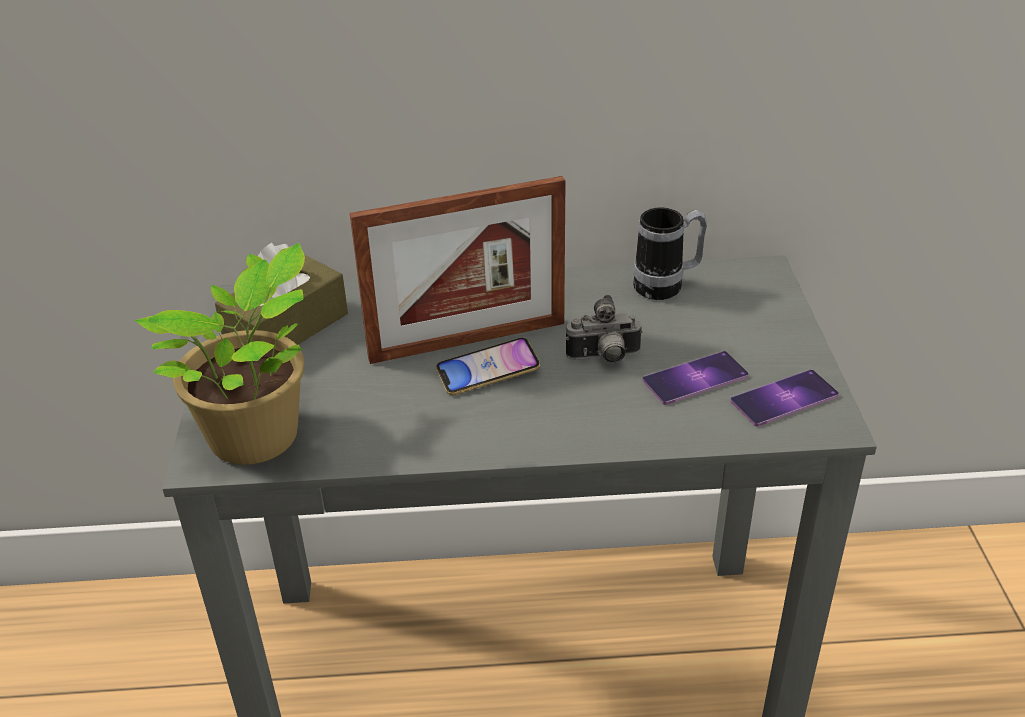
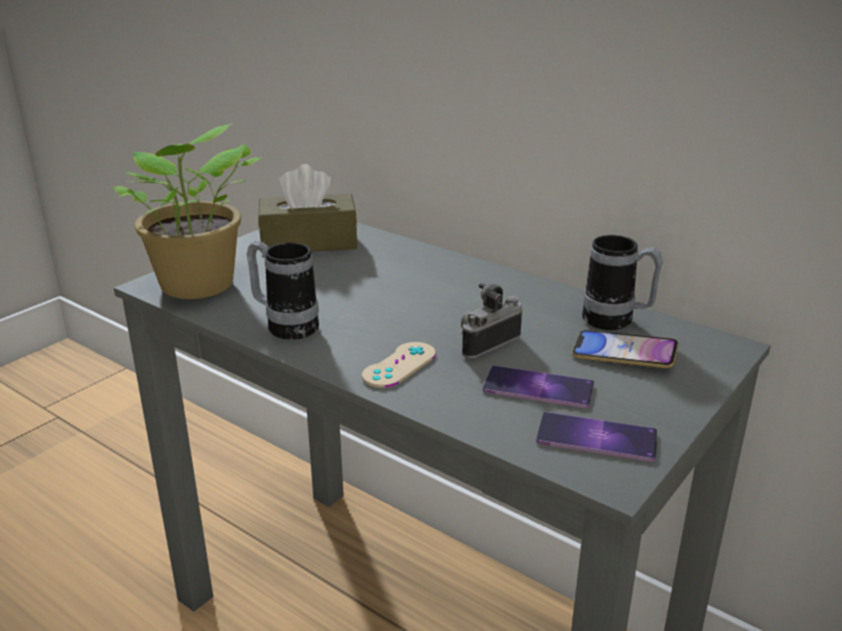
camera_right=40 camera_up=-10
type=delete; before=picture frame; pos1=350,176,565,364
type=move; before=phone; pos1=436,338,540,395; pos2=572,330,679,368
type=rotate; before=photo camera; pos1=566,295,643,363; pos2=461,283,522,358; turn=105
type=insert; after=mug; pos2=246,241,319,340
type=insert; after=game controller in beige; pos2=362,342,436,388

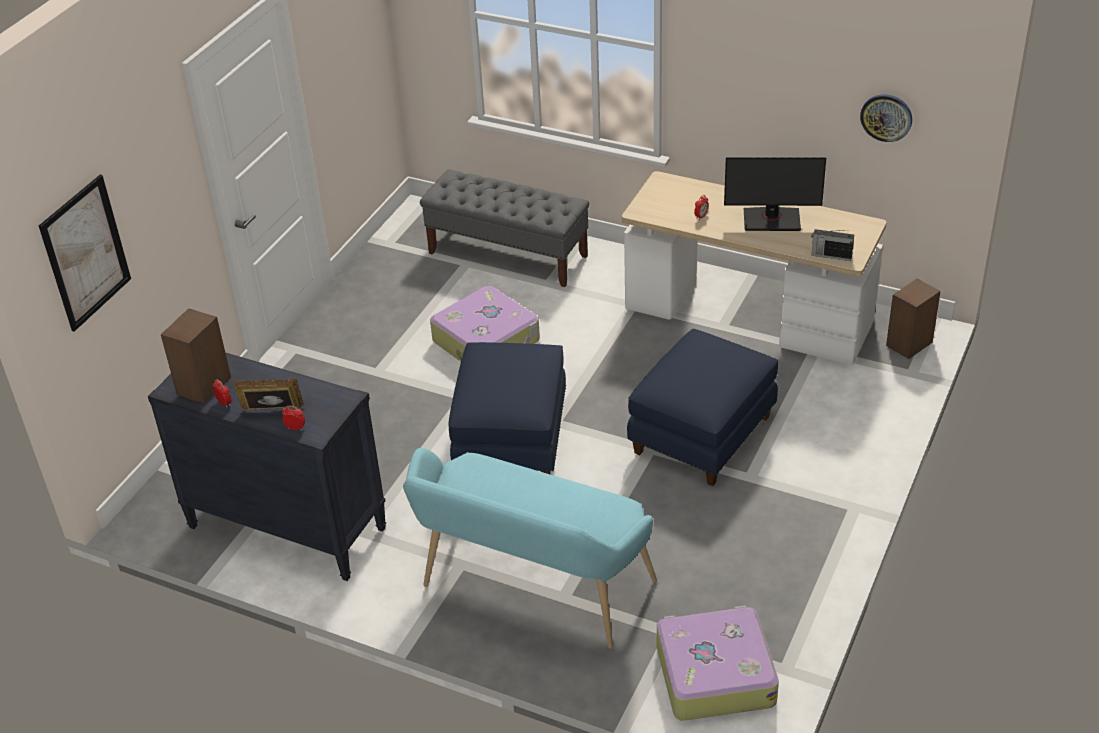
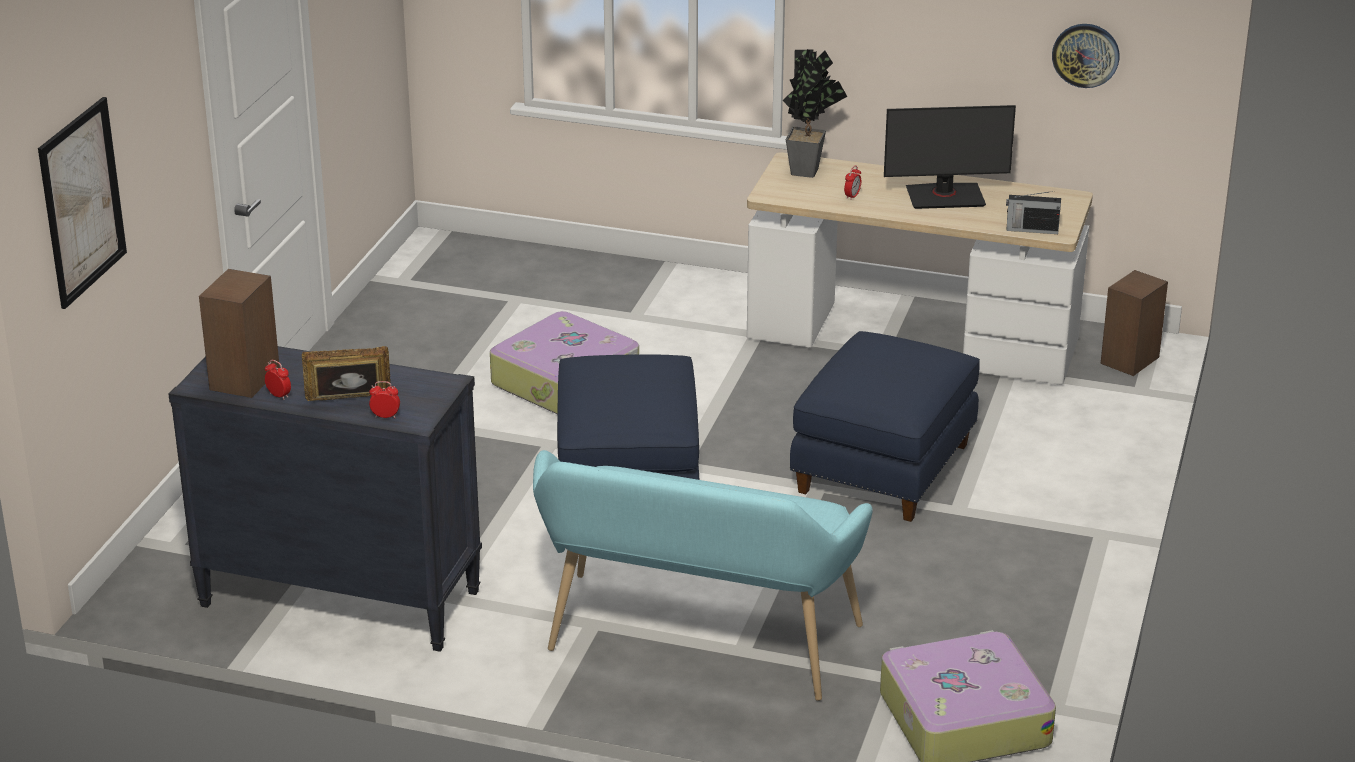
camera_right=-10 camera_up=-10
type=delete; before=bench in grey; pos1=420,169,589,287
type=insert; after=potted plant; pos2=783,49,847,178

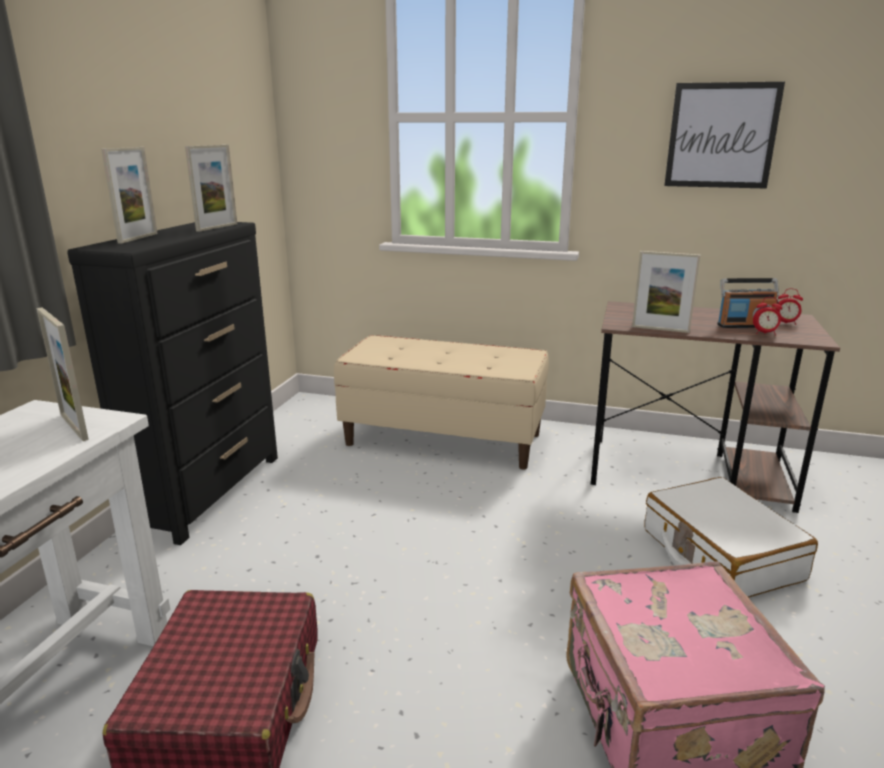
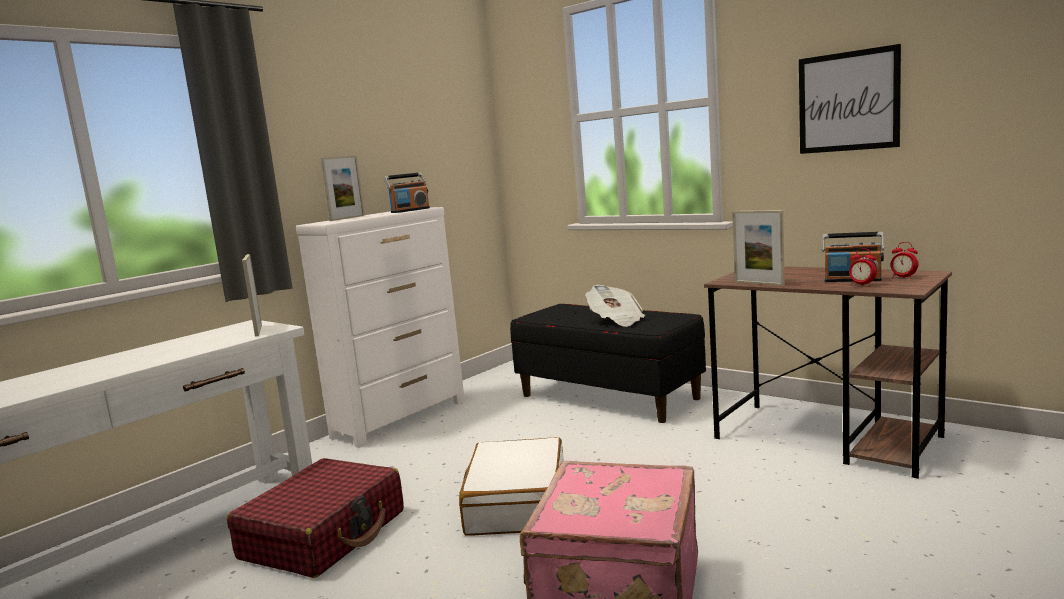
camera_right=25 camera_up=-10
type=recolor; before=dresser in black; after=dresser in white; pos1=67,222,278,545; pos2=296,207,465,448
type=replace; before=picture frame; after=radio; pos1=185,145,237,232; pos2=384,173,430,213
type=recolor; before=bench in beige; after=bench in black; pos1=334,335,549,470; pos2=510,304,706,423
type=move; before=suitcase in white; pos1=645,477,818,598; pos2=459,437,564,536
type=insert; after=newspaper; pos2=585,285,645,327

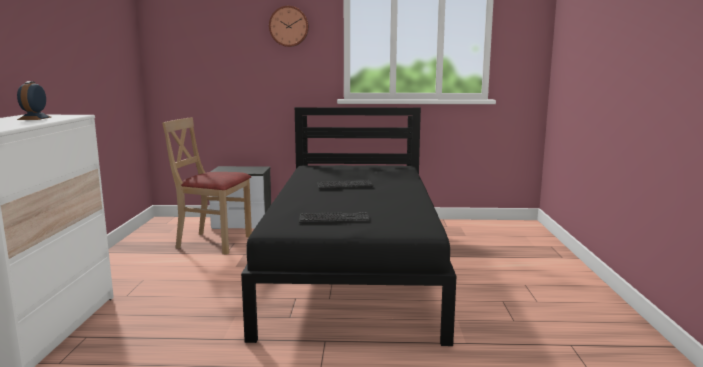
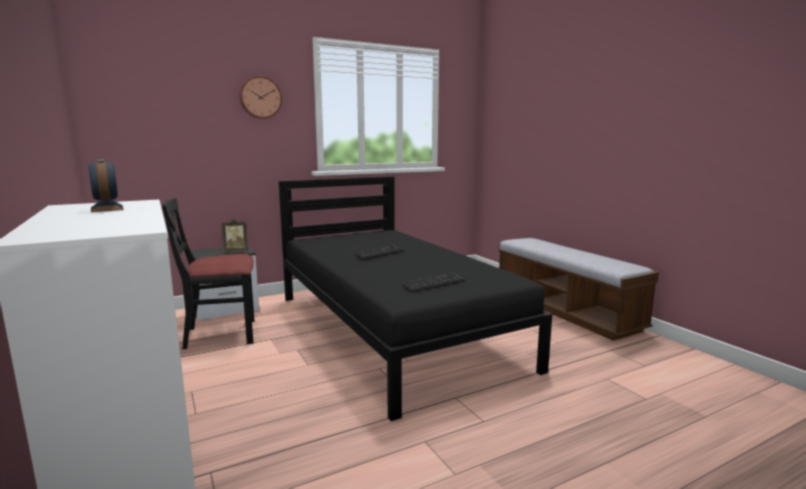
camera_right=-30 camera_up=0
type=recolor; before=chair in beige; after=chair in black; pos1=162,117,252,255; pos2=162,198,254,350
type=insert; after=picture frame; pos2=222,219,248,252
type=insert; after=bench; pos2=499,238,659,341

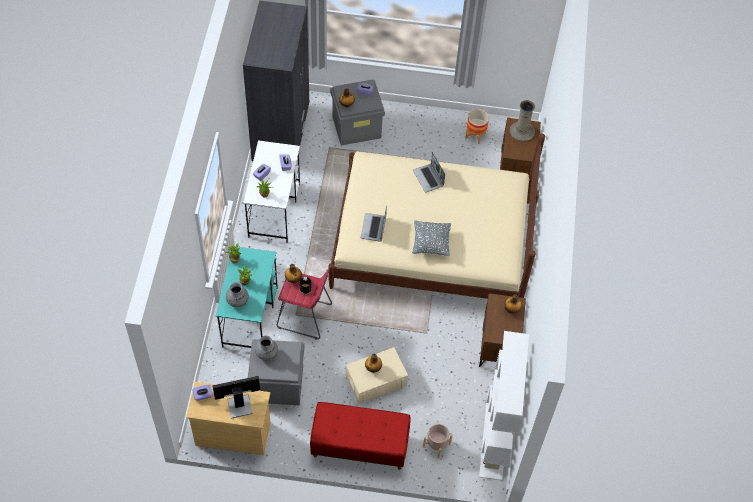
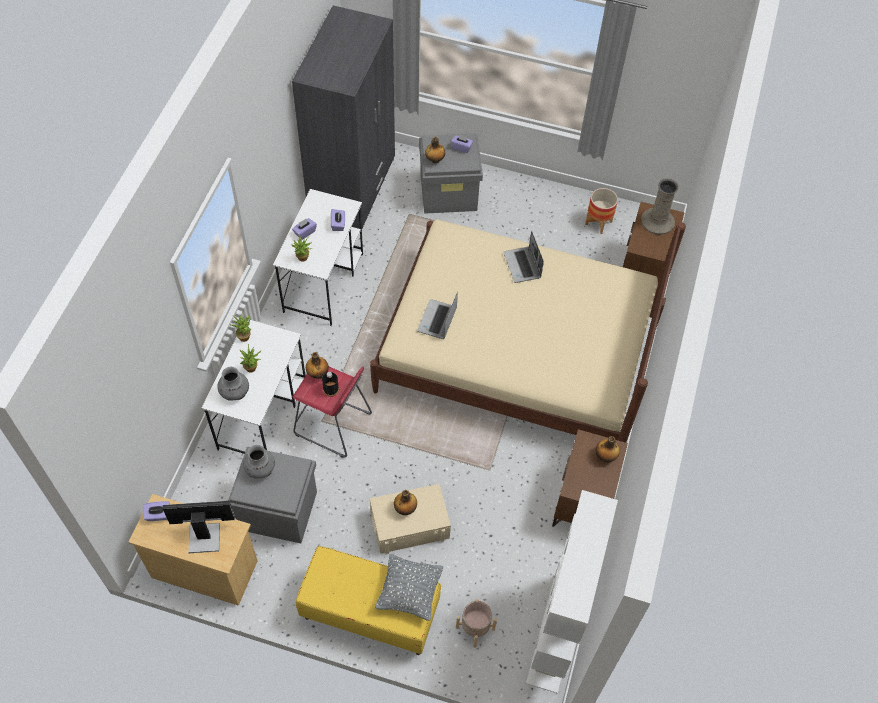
camera_right=10 camera_up=0
type=recolor; before=desk in turquoise; after=desk in white; pos1=216,247,278,348; pos2=201,320,306,454
type=recolor; before=bench in red; after=bench in yellow; pos1=310,402,411,470; pos2=296,546,441,655
type=move; before=pillow in grey; pos1=412,221,451,256; pos2=375,554,443,621

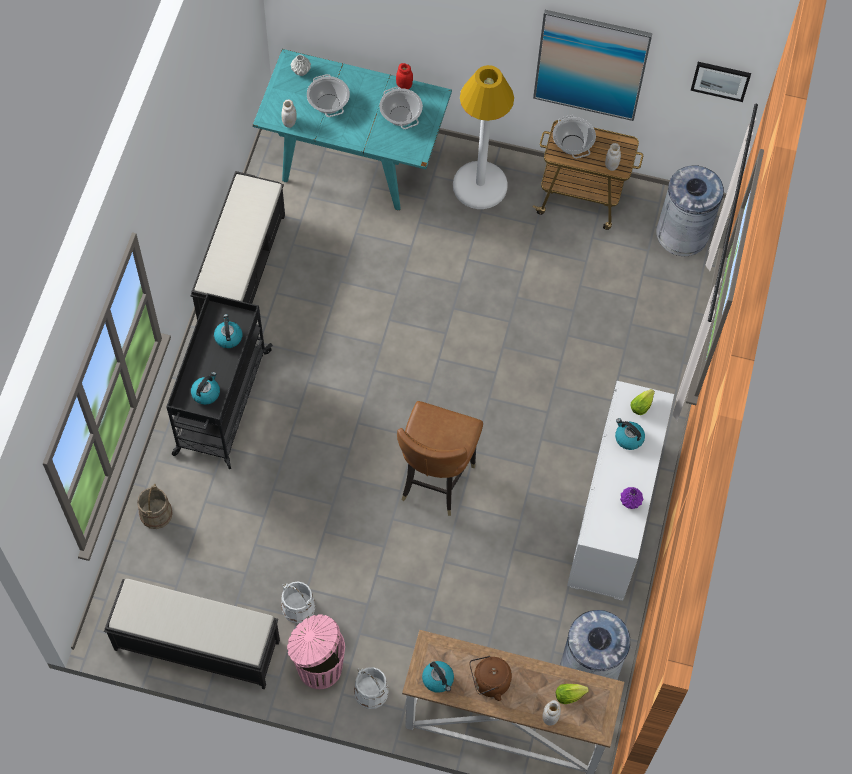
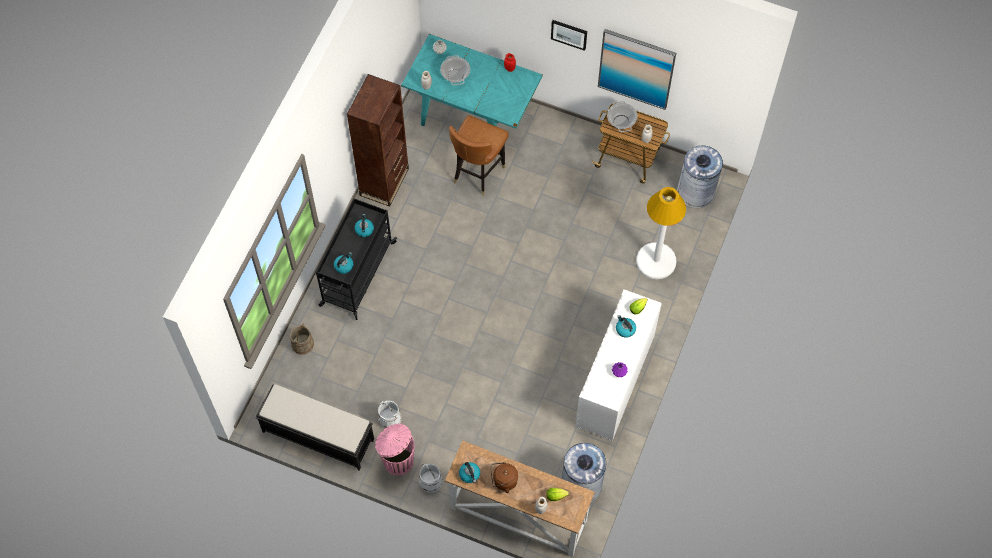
camera_right=10 camera_up=0
type=replace; before=bench in black; after=bookcase in brown; pos1=190,171,285,320; pos2=347,74,409,207
type=delete; before=cooking pot; pos1=379,86,423,129
type=move; before=chair in brown; pos1=397,401,483,516; pos2=449,115,509,196
type=move; before=floor lamp in white; pos1=453,65,514,209; pos2=636,187,686,279
type=move; before=picture; pos1=690,62,751,102; pos2=551,20,587,51

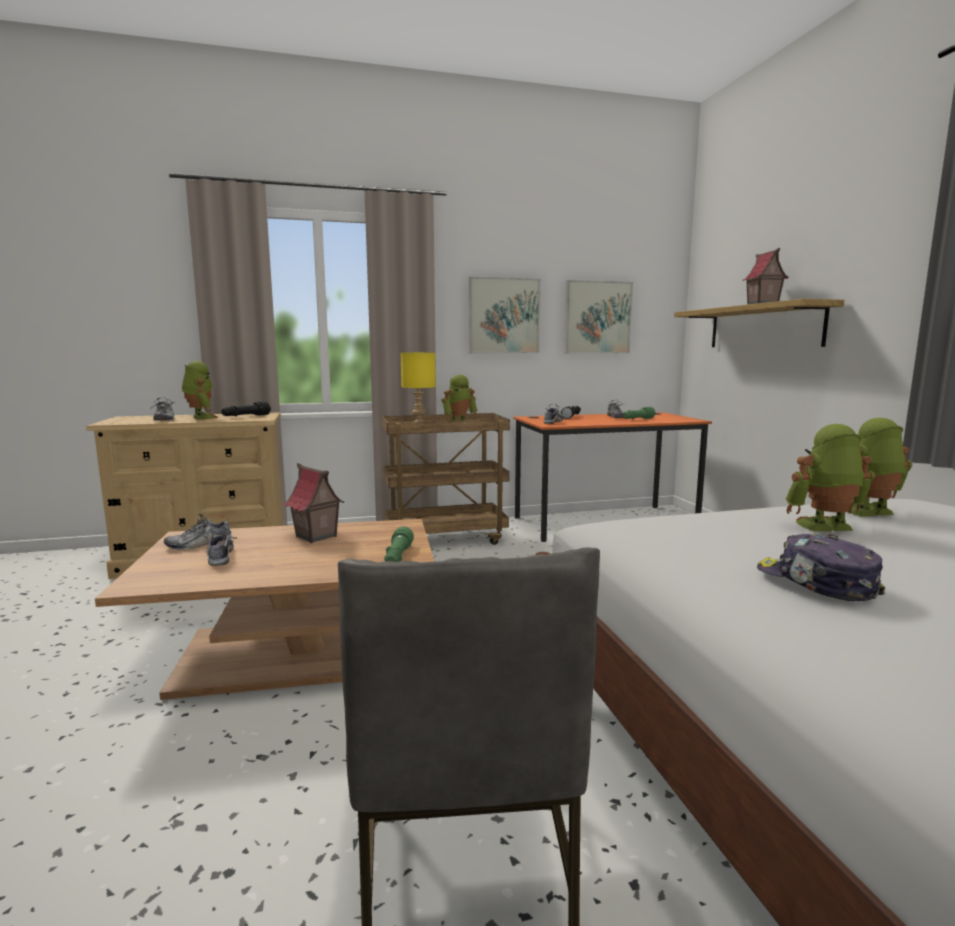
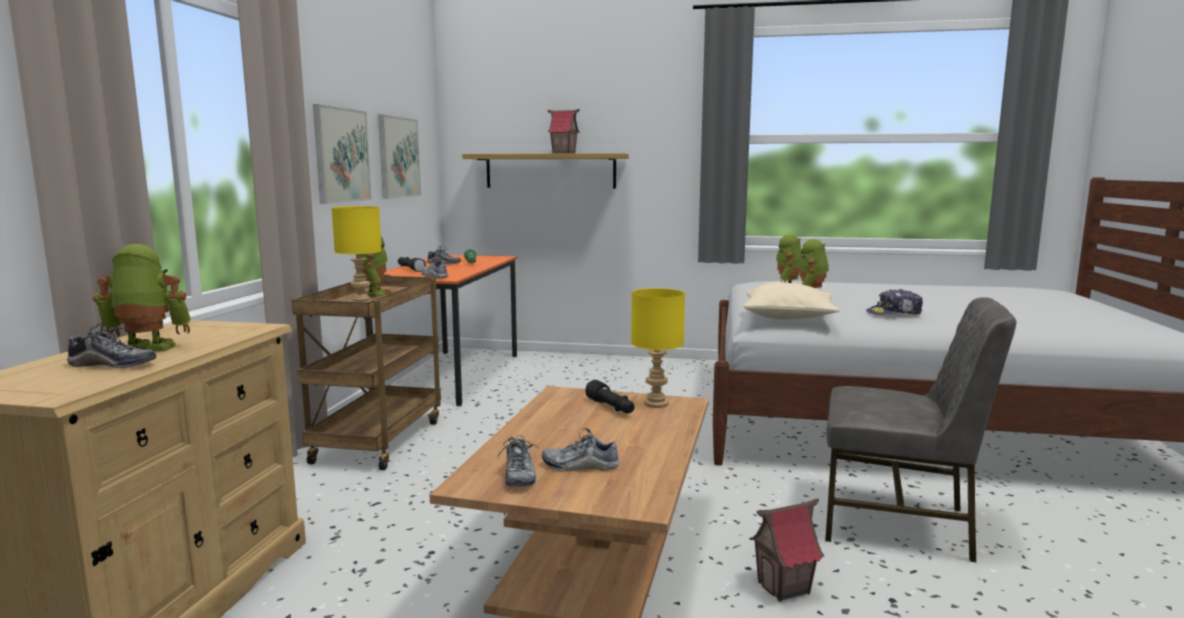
camera_right=-65 camera_up=0
type=move; before=flashlight in black; pos1=221,401,271,416; pos2=585,380,635,414
type=move; before=toy house; pos1=284,463,344,543; pos2=749,499,824,602
type=replace; before=flashlight in green; after=table lamp in yellow; pos1=384,526,414,562; pos2=631,288,685,408
type=insert; after=pillow in beige; pos2=743,282,840,320

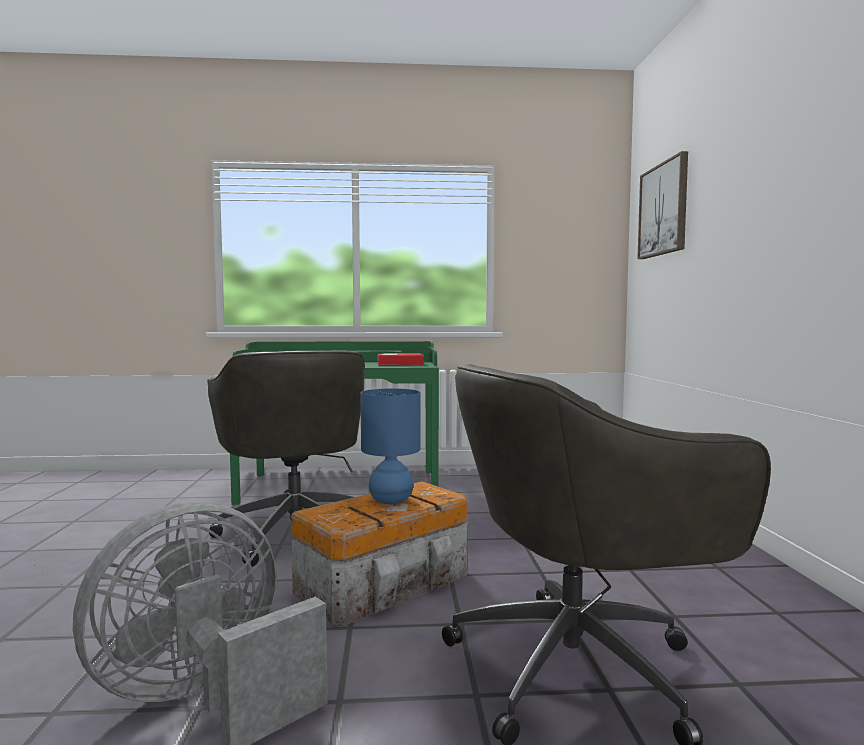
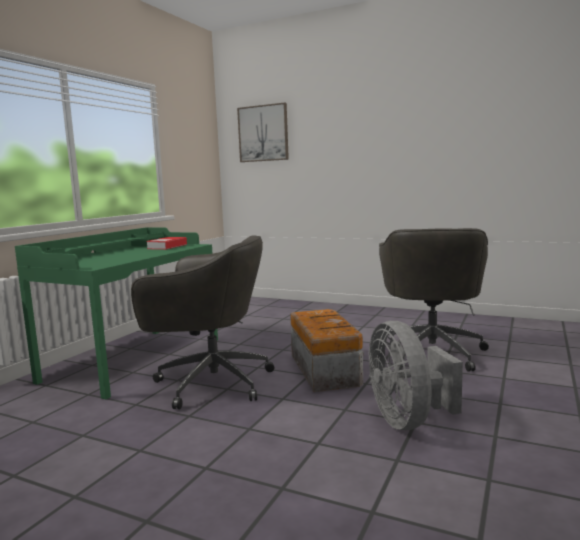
camera_right=-60 camera_up=5
type=delete; before=table lamp in blue; pos1=360,388,421,504

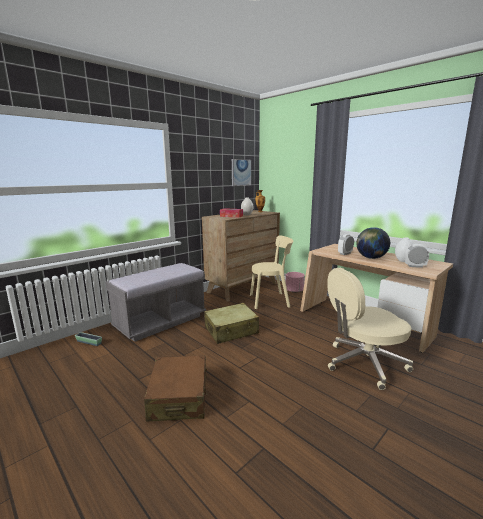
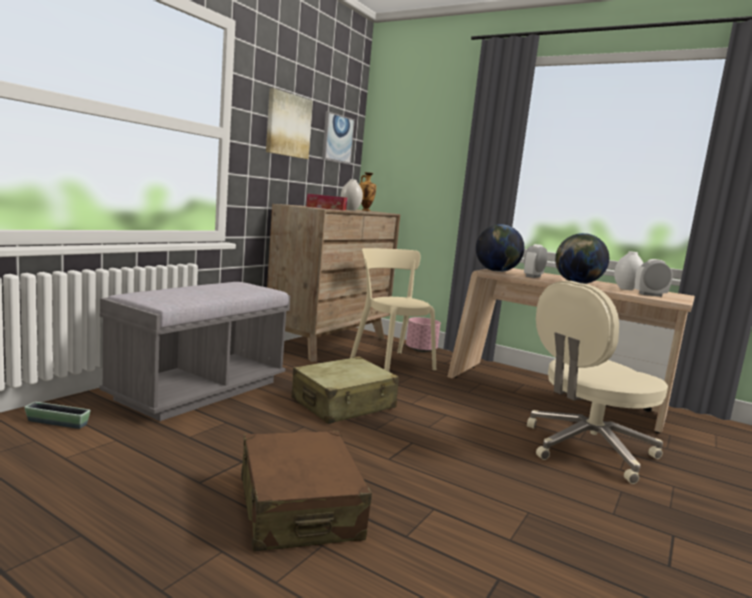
camera_right=-15 camera_up=-5
type=rotate; before=chair in beige; pos1=250,235,294,309; pos2=350,248,436,372; turn=-105
type=insert; after=picture; pos2=266,88,313,159
type=insert; after=globe; pos2=476,224,524,272

